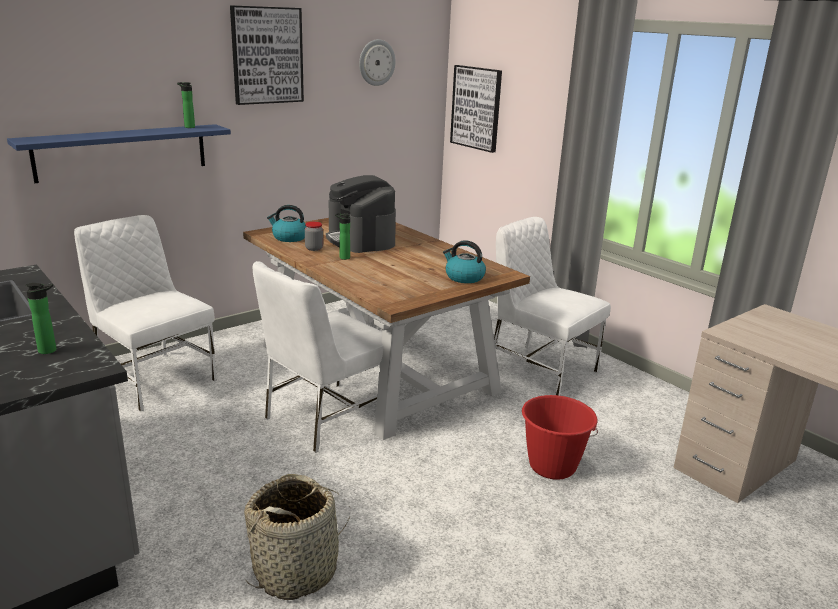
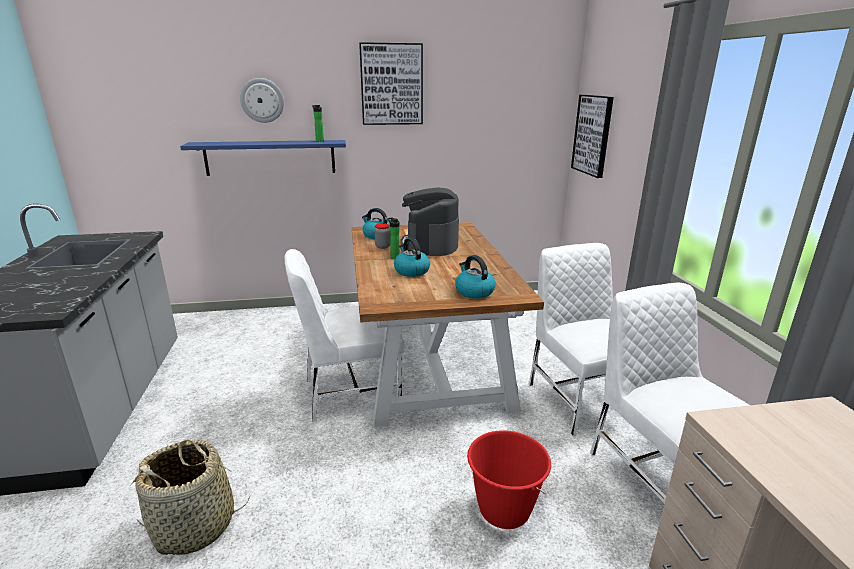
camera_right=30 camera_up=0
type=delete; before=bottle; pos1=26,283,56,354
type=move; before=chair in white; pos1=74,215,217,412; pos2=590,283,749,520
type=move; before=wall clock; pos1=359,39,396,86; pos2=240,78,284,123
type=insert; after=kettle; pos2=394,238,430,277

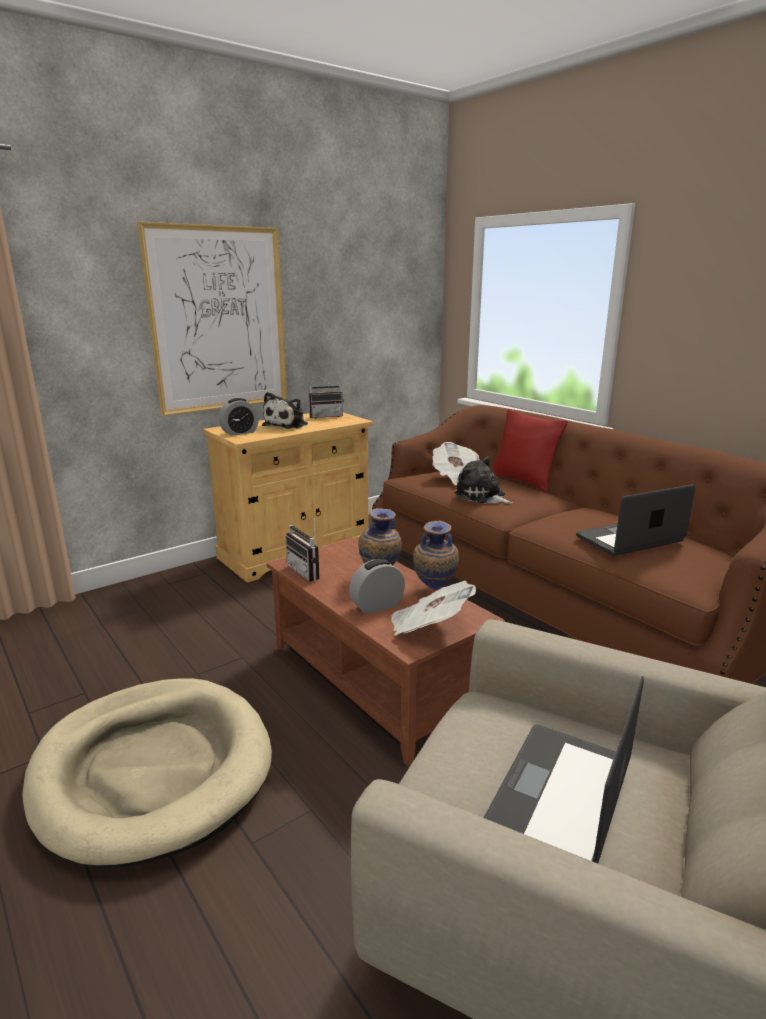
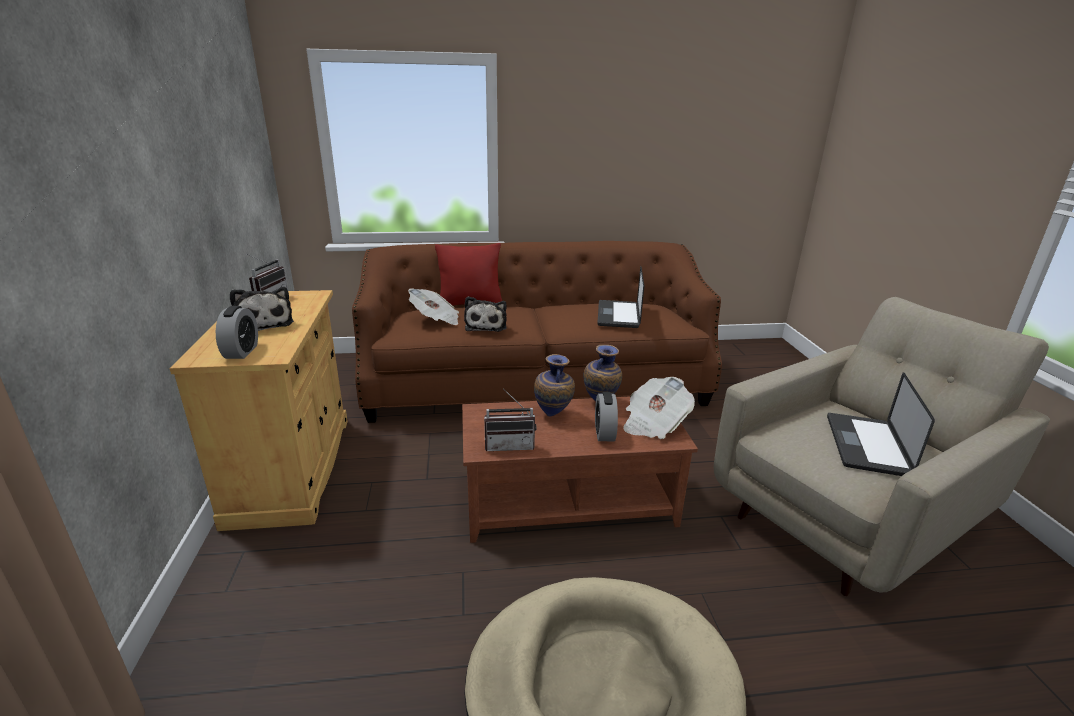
camera_right=-60 camera_up=5
type=delete; before=picture; pos1=137,222,287,416
type=rotate; before=plush toy; pos1=455,456,513,504; pos2=464,296,507,332; turn=-75
type=rotate; before=laptop; pos1=483,676,644,863; pos2=827,372,935,476; turn=45

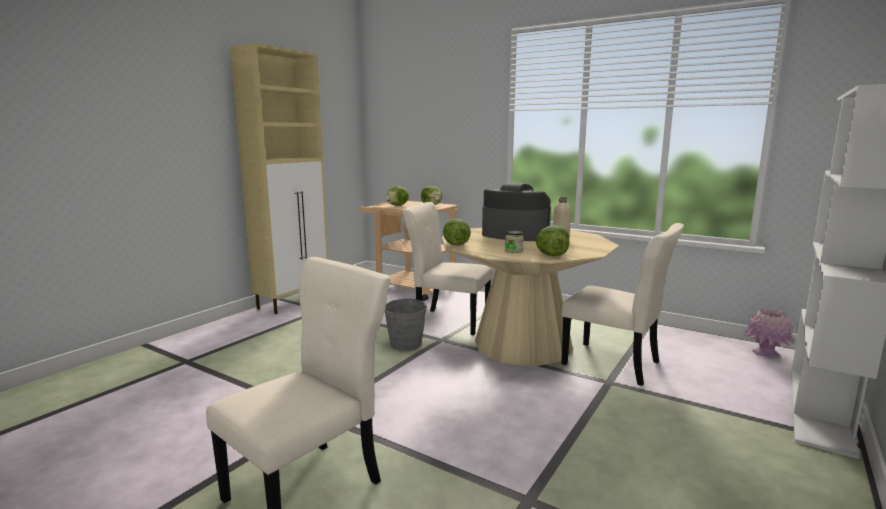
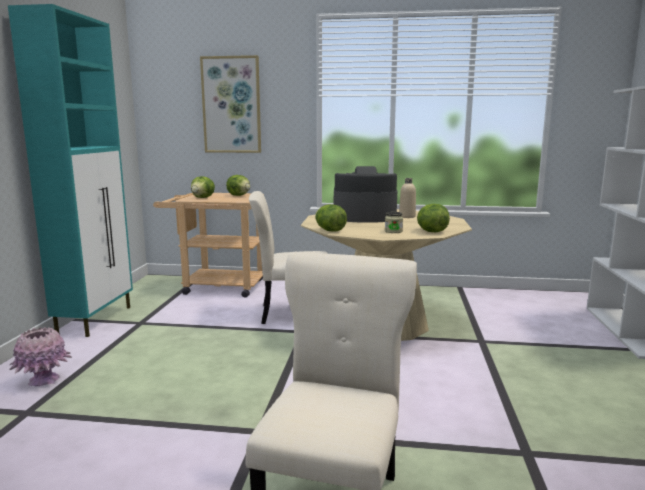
camera_right=-25 camera_up=0
type=recolor; before=cabinet in beige; after=cabinet in turquoise; pos1=230,43,328,314; pos2=8,4,133,337
type=delete; before=bucket in grey; pos1=385,299,427,351
type=delete; before=chair in beige; pos1=561,223,684,386
type=move; before=vase in pink; pos1=742,309,796,358; pos2=10,327,72,386
type=insert; after=picture; pos2=200,55,261,153

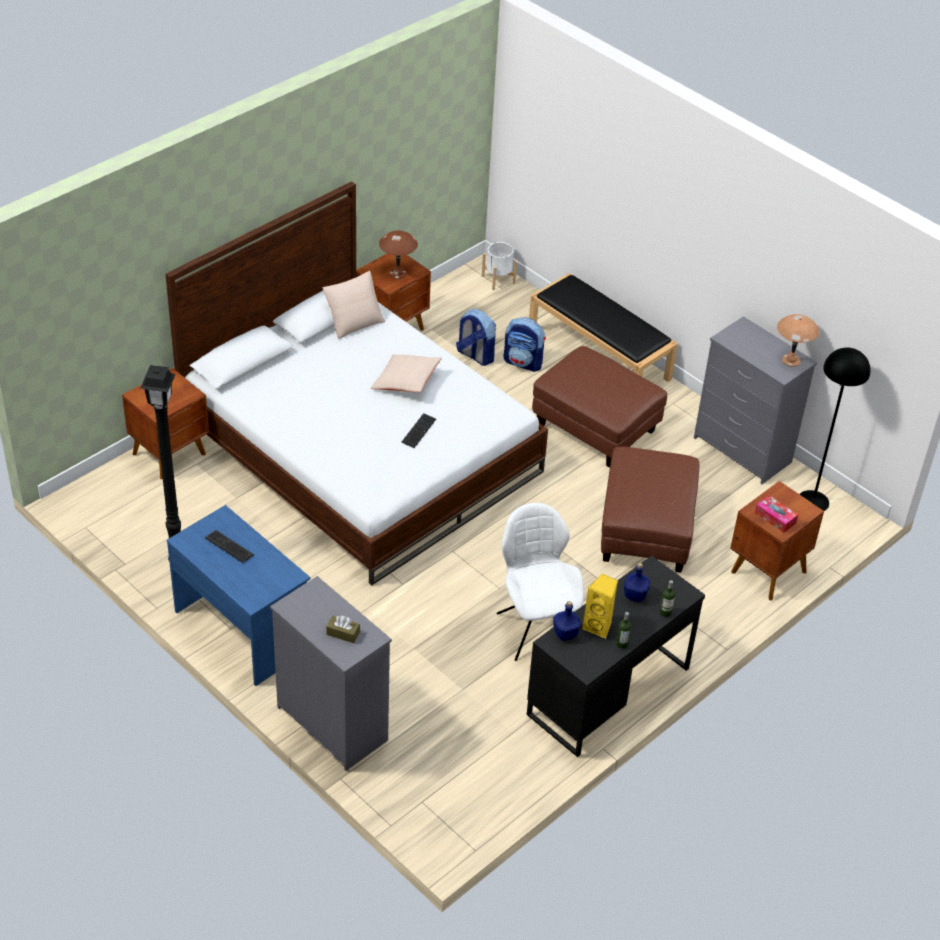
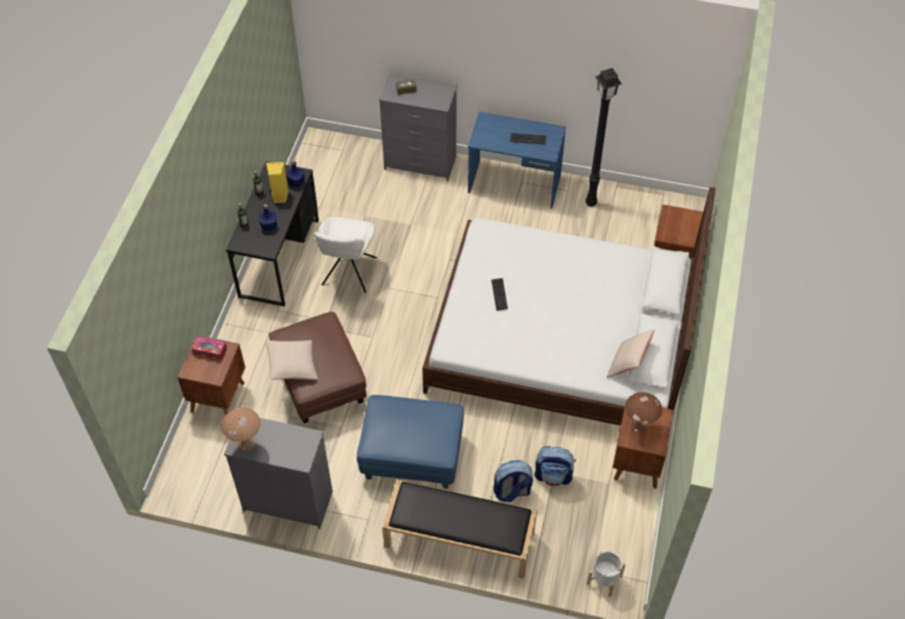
camera_right=150 camera_up=10
type=move; before=pillow in beige; pos1=371,355,442,392; pos2=266,340,318,380
type=rotate; before=chair in white; pos1=497,503,584,661; pos2=314,217,377,293; turn=60
type=recolor; before=ottoman in brown; after=ottoman in blue; pos1=532,346,667,468; pos2=357,395,464,489
type=delete; before=floor lamp in black; pos1=800,347,871,511

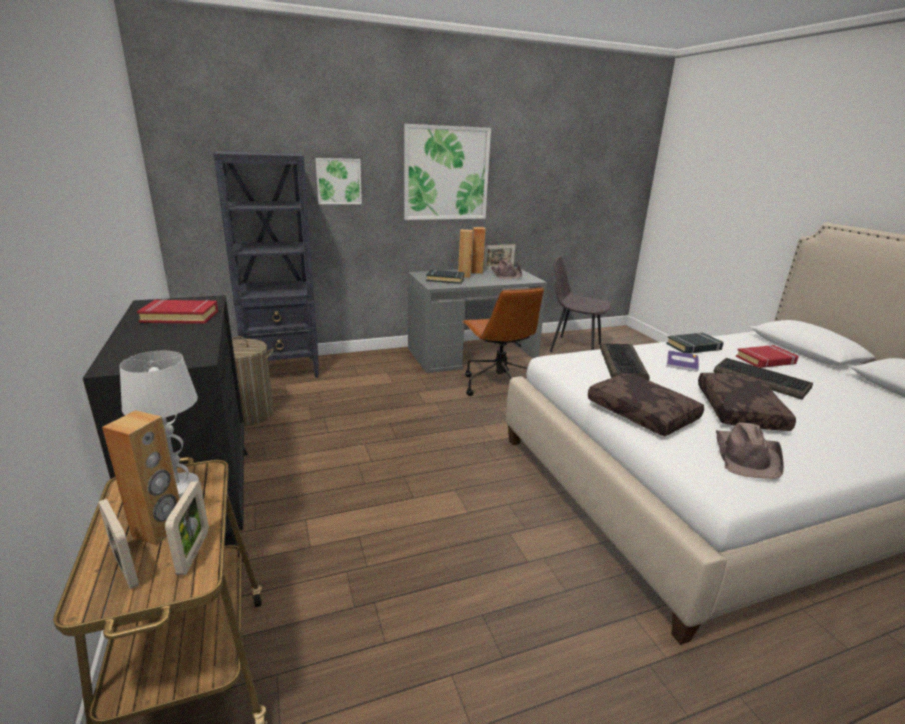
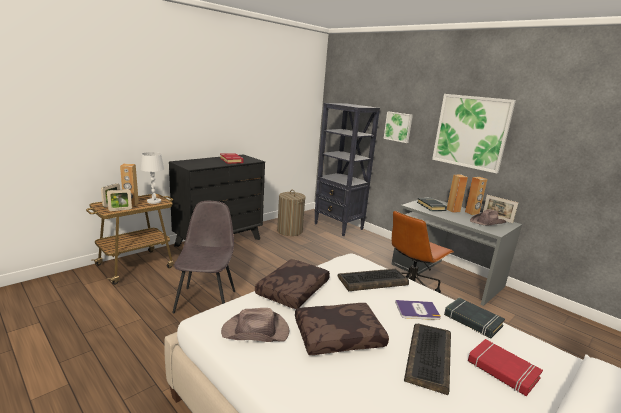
camera_right=65 camera_up=-5
type=move; before=chair in grey; pos1=550,255,611,352; pos2=172,201,235,313

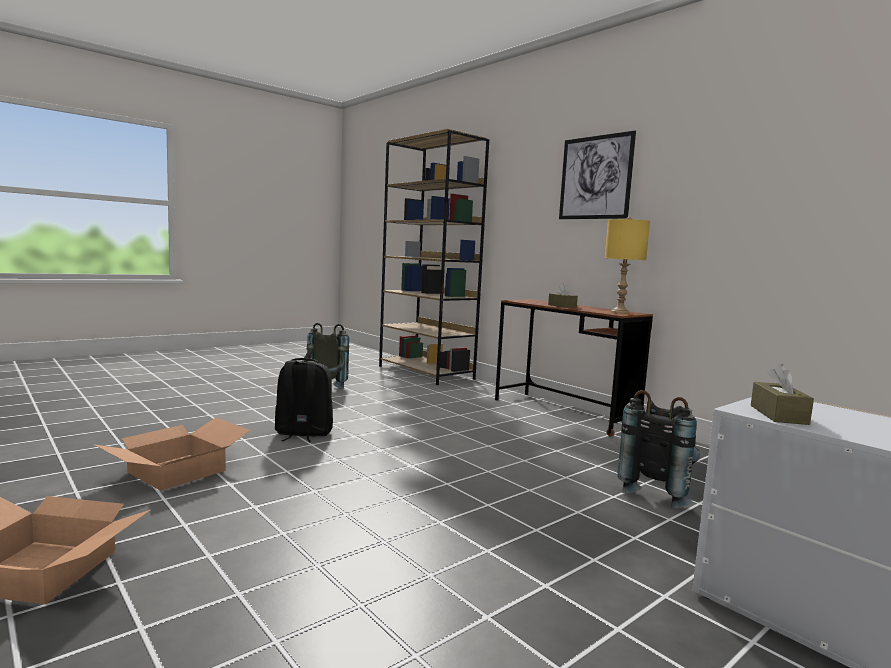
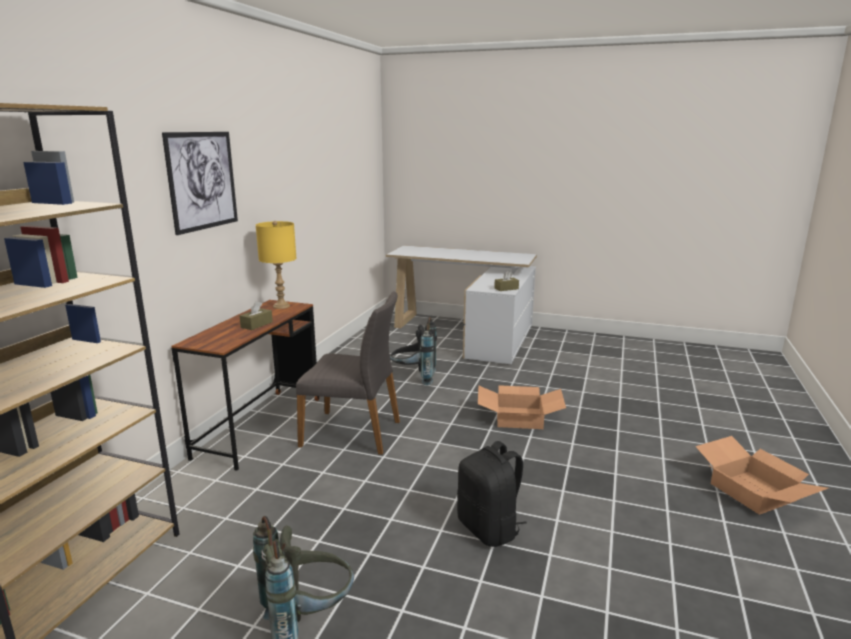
camera_right=-120 camera_up=10
type=move; before=cardboard box; pos1=93,418,251,491; pos2=478,385,566,429
type=insert; after=chair in grey; pos2=296,292,400,455

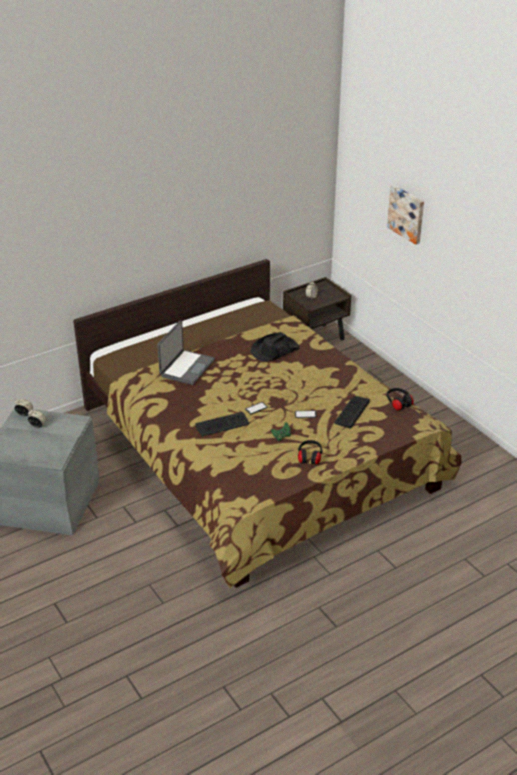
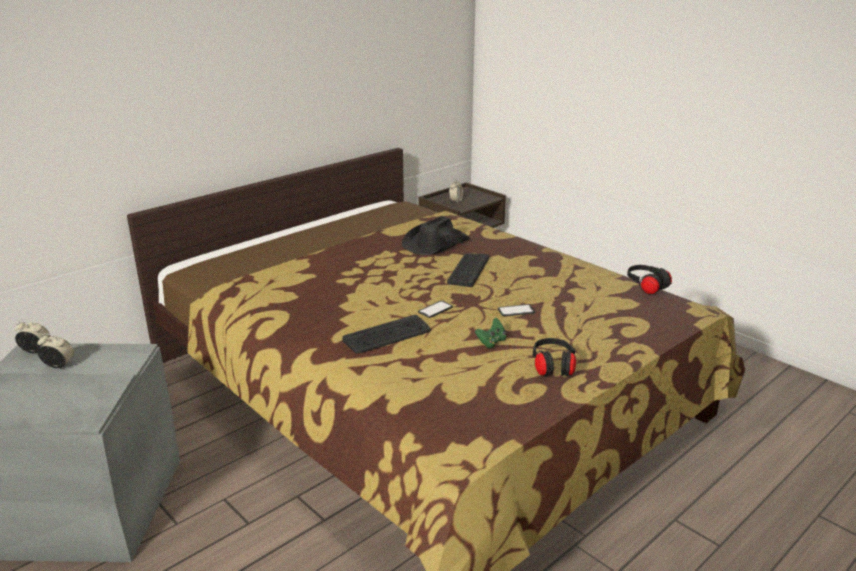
camera_right=-10 camera_up=-10
type=delete; before=laptop; pos1=157,320,215,385
type=move; before=keyboard; pos1=335,396,370,429; pos2=447,253,489,287
type=delete; before=picture; pos1=387,185,424,245

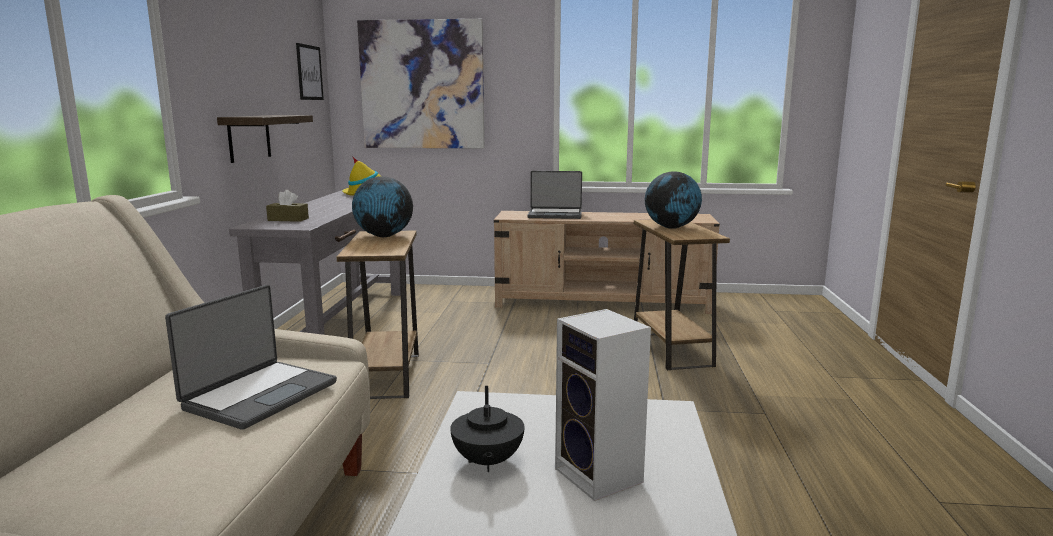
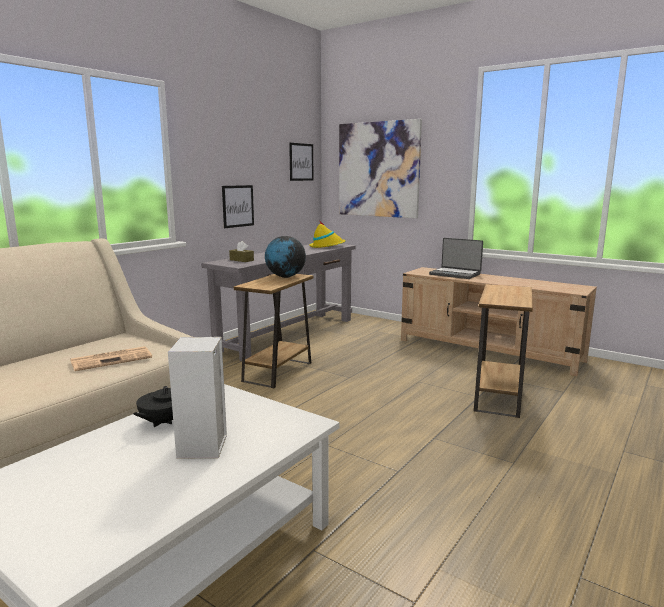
camera_right=30 camera_up=0
type=replace; before=laptop; after=newspaper; pos1=165,285,337,430; pos2=71,346,152,371
type=replace; before=shelf; after=picture; pos1=217,115,313,163; pos2=222,185,254,228
type=delete; before=globe; pos1=645,172,702,229

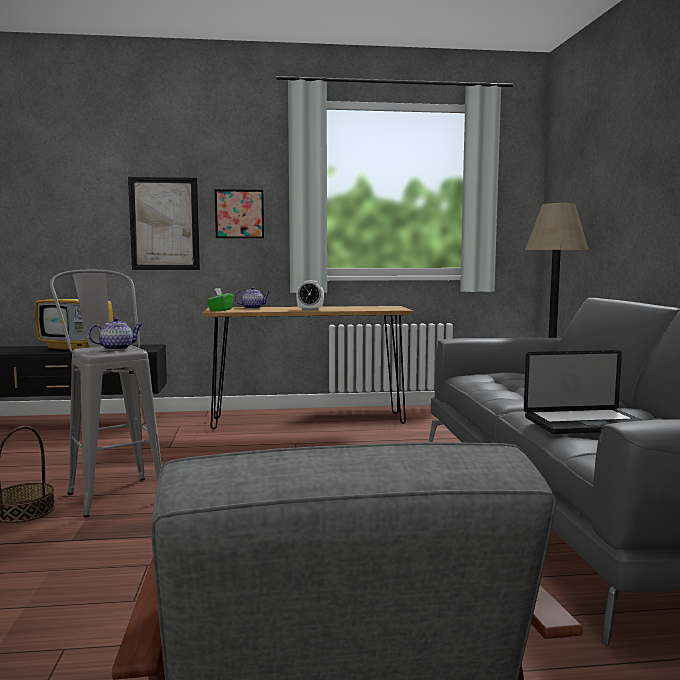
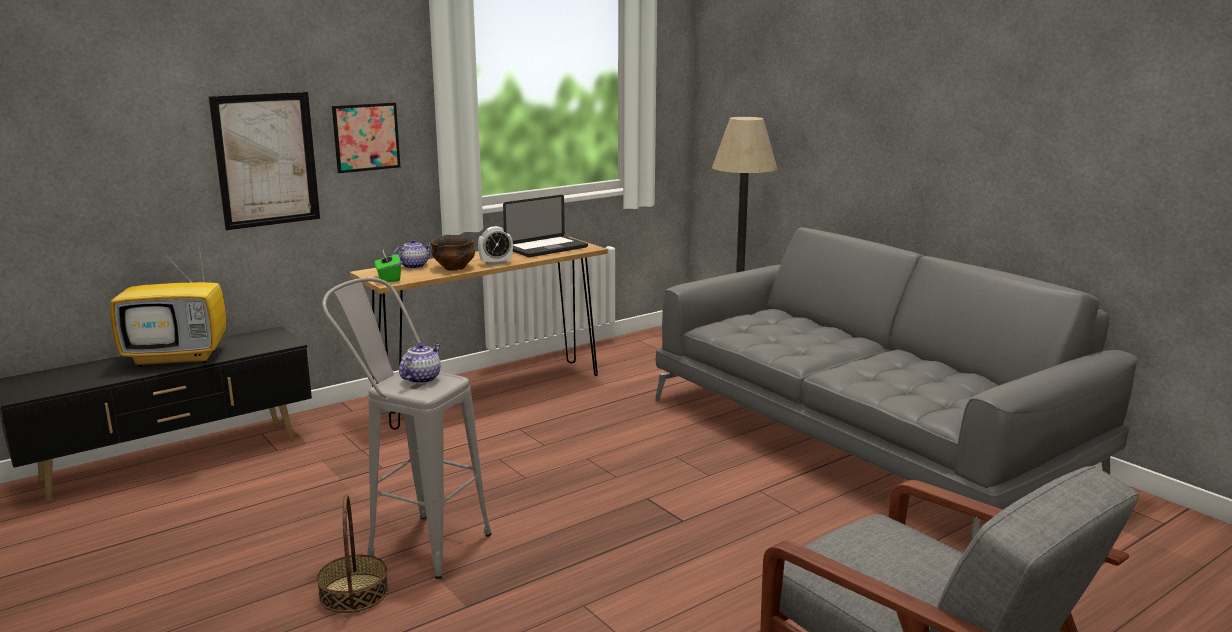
camera_right=-30 camera_up=10
type=move; before=laptop; pos1=524,350,643,434; pos2=503,195,588,257
type=insert; after=bowl; pos2=431,237,475,271

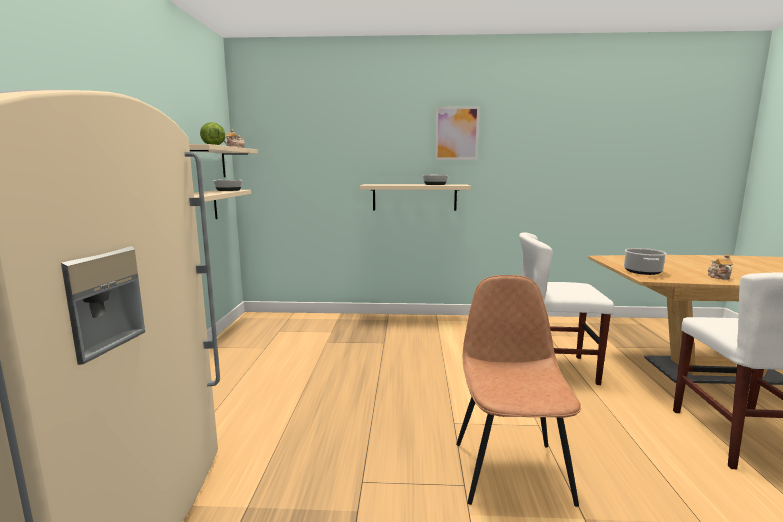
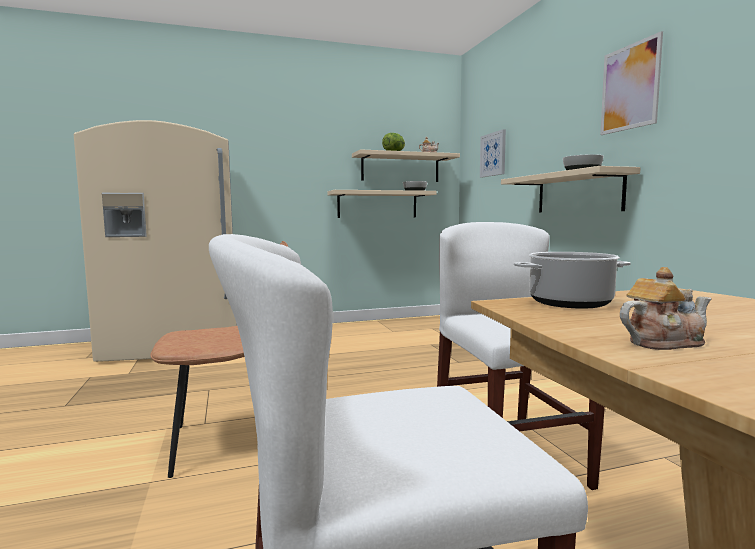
camera_right=70 camera_up=-5
type=insert; after=picture; pos2=480,129,506,177

